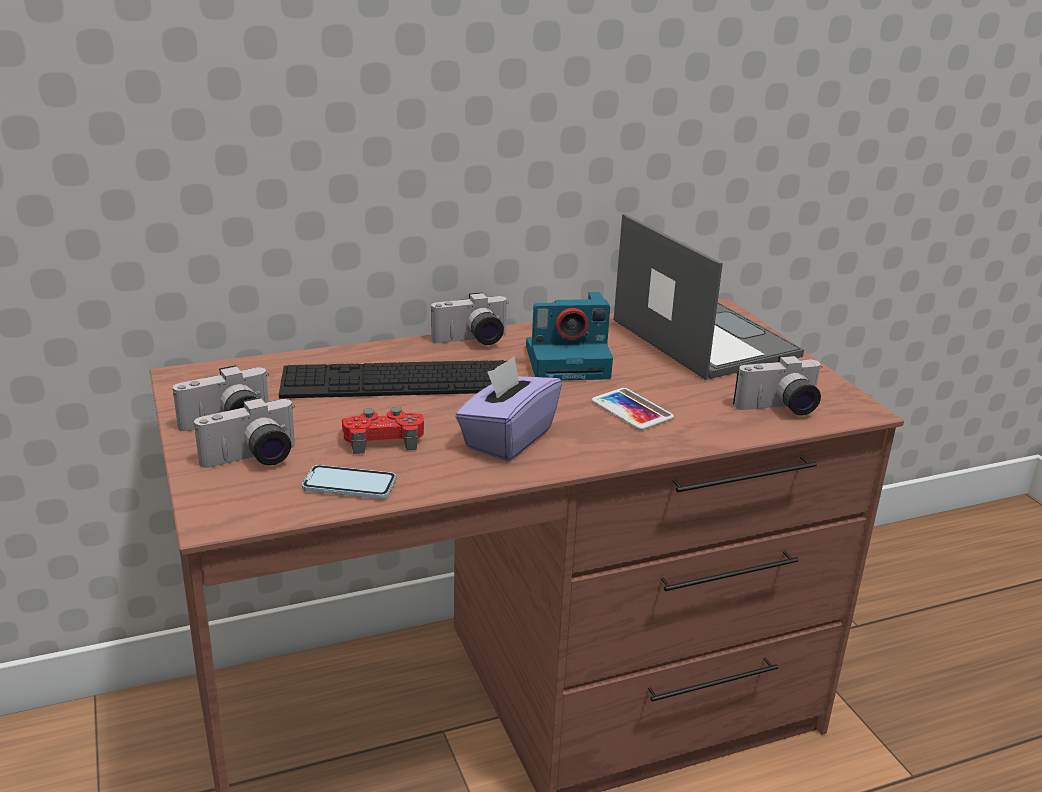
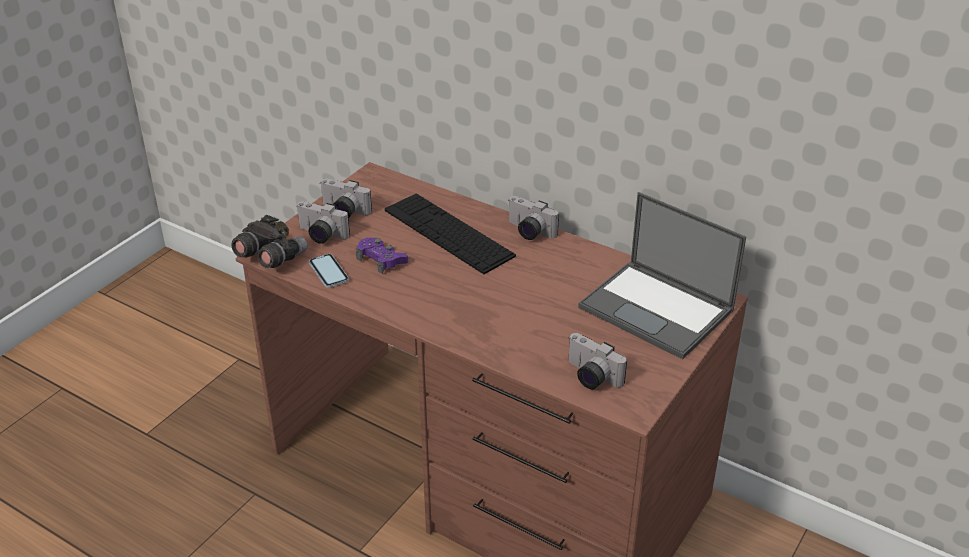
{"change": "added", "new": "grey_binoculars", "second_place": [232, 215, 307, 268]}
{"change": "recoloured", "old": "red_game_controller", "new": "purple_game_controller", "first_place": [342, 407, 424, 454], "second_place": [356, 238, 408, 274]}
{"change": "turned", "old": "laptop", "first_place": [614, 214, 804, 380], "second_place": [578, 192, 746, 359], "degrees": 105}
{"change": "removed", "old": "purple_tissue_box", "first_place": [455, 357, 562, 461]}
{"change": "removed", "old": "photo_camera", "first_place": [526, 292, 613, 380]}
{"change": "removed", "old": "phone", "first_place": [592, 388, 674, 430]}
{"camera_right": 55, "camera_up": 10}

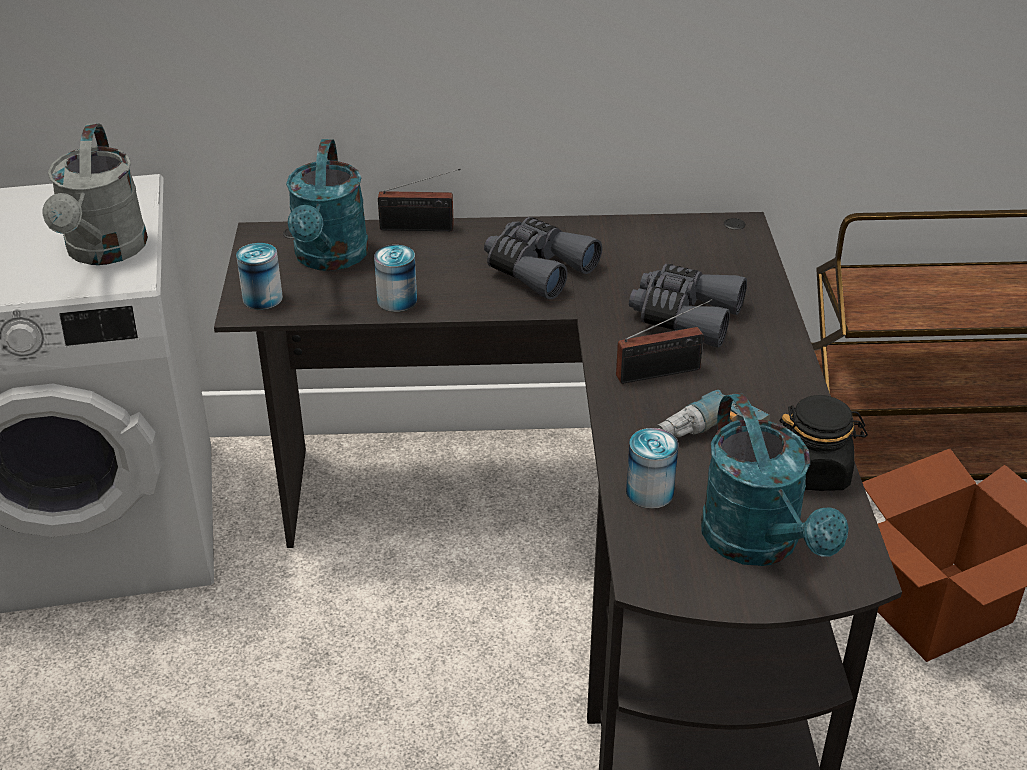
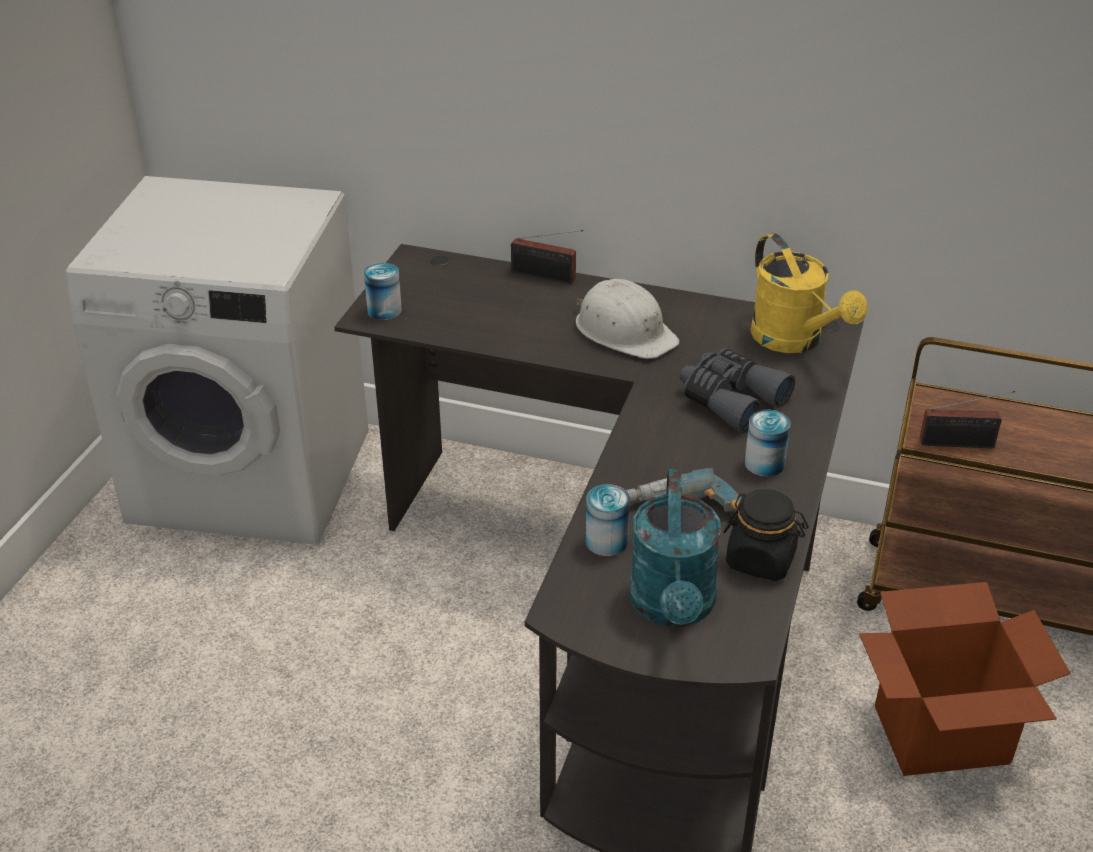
{"change": "replaced", "old": "grey_binoculars", "new": "white_hard_hat", "first_place": [484, 217, 602, 299], "second_place": [576, 279, 680, 359]}
{"change": "moved", "old": "can", "first_place": [374, 245, 417, 312], "second_place": [745, 410, 791, 477]}
{"change": "added", "new": "yellow_watering_can", "second_place": [750, 233, 868, 353]}
{"change": "moved", "old": "radio", "first_place": [616, 299, 713, 384], "second_place": [920, 391, 1015, 448]}
{"change": "removed", "old": "grey_watering_can", "first_place": [42, 124, 148, 265]}
{"change": "removed", "old": "turquoise_watering_can", "first_place": [286, 139, 369, 271]}
{"camera_right": 20, "camera_up": 0}

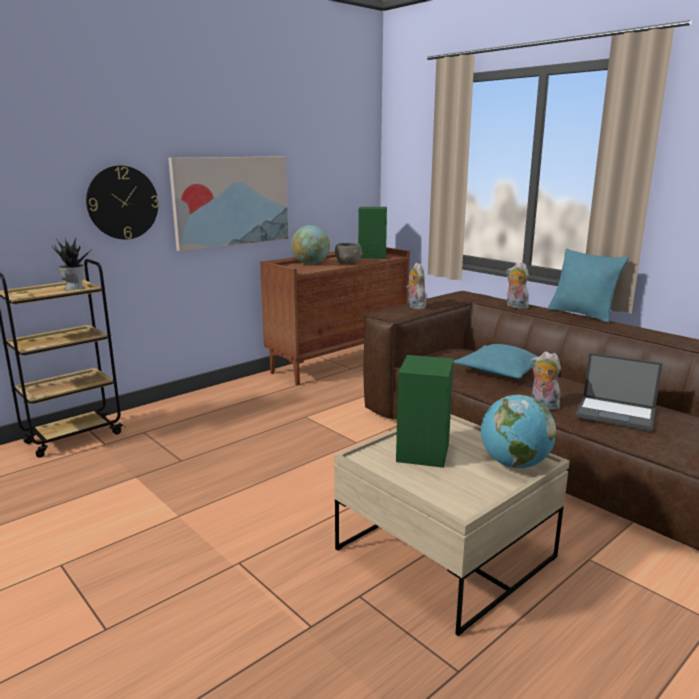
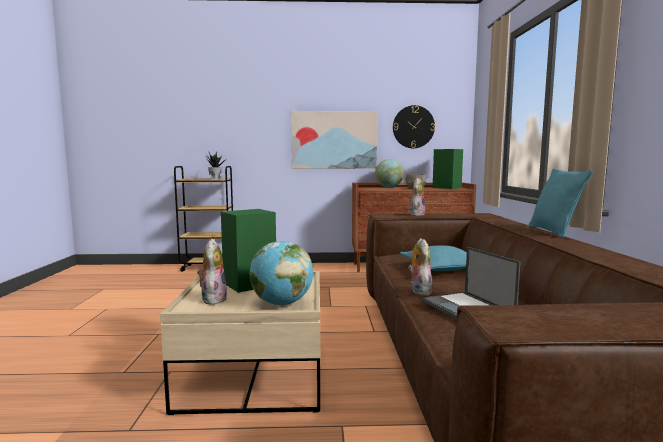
{"change": "moved", "old": "plush_toy", "first_place": [506, 263, 529, 309], "second_place": [197, 239, 227, 305]}
{"change": "moved", "old": "wall_clock", "first_place": [86, 166, 159, 240], "second_place": [393, 105, 435, 148]}
{"camera_right": 40, "camera_up": -10}

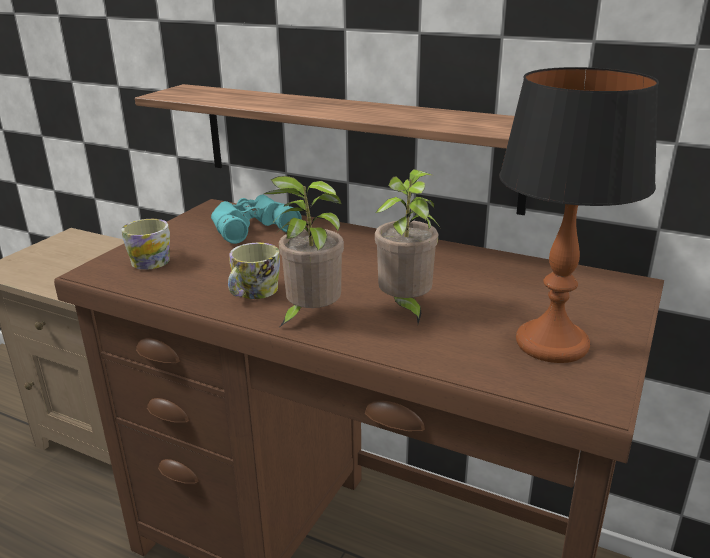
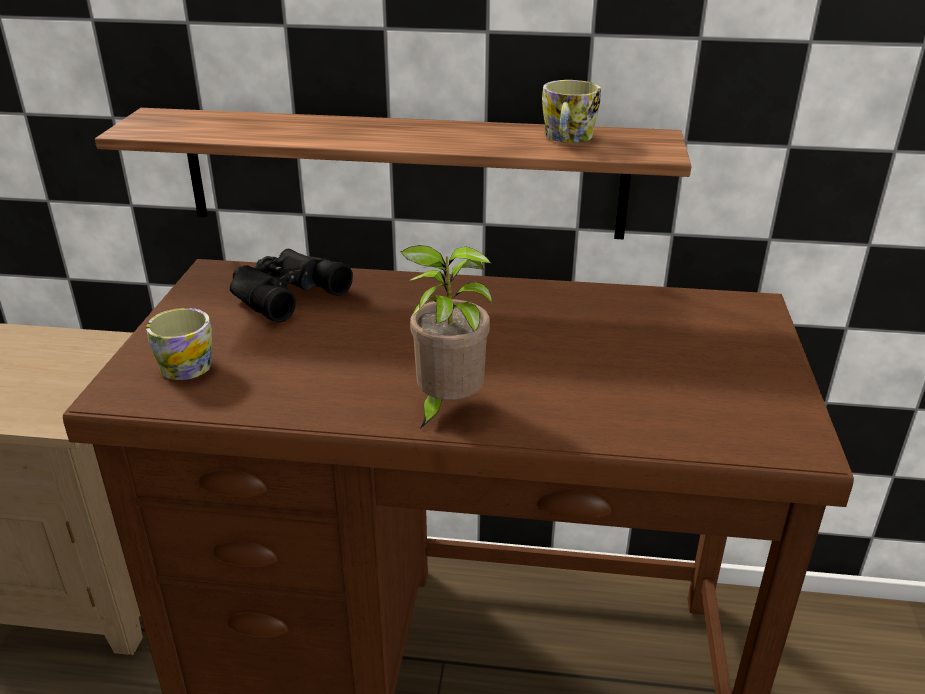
{"change": "recoloured", "old": "turquoise_binoculars", "new": "black_binoculars", "first_place": [211, 194, 302, 244], "second_place": [230, 248, 353, 323]}
{"change": "moved", "old": "mug", "first_place": [228, 243, 280, 299], "second_place": [542, 80, 601, 143]}
{"change": "removed", "old": "potted_plant", "first_place": [375, 169, 440, 324]}
{"change": "removed", "old": "table_lamp", "first_place": [499, 67, 659, 363]}
{"camera_right": -20, "camera_up": 5}

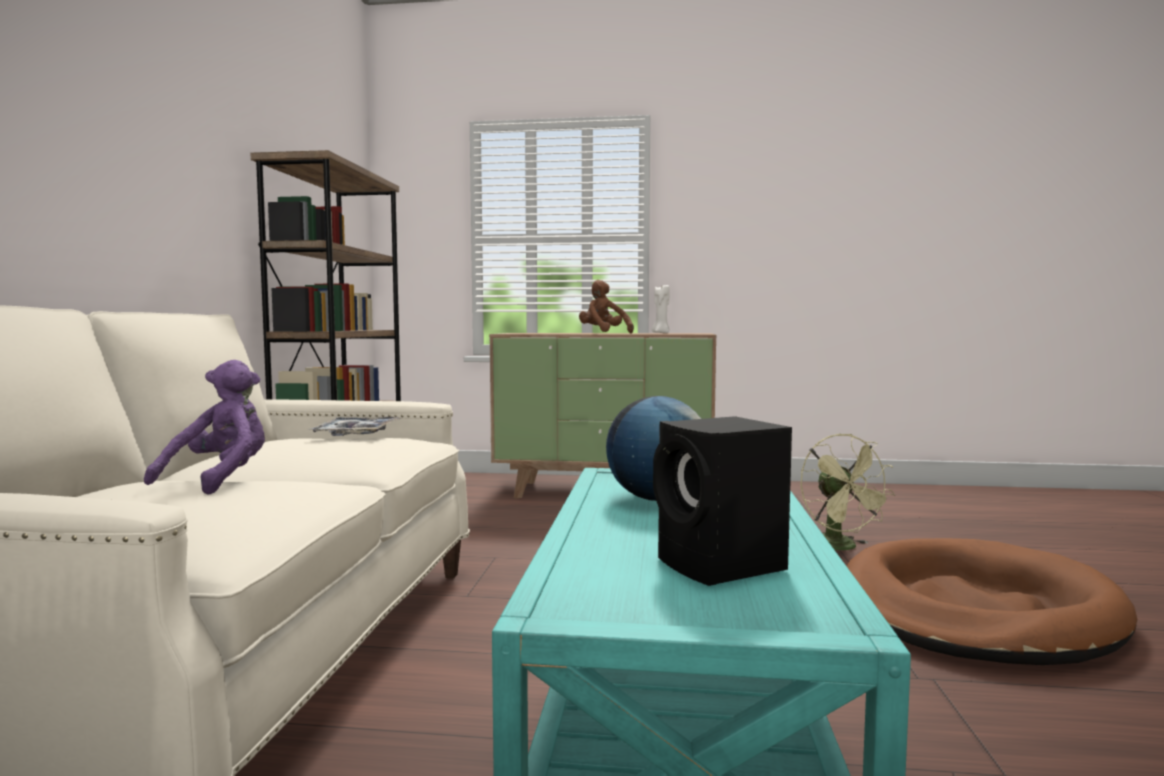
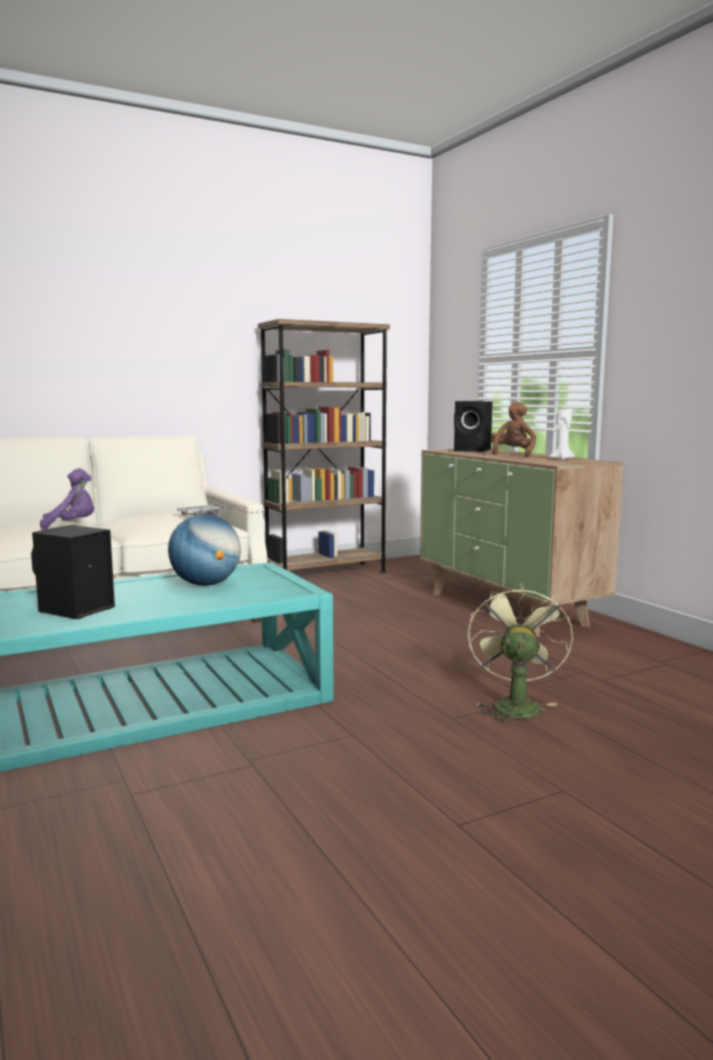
{"change": "added", "new": "black_speaker", "second_place": [454, 401, 493, 452]}
{"change": "turned", "old": "green_fan", "first_place": [800, 434, 895, 550], "second_place": [468, 583, 573, 724], "degrees": 150}
{"change": "removed", "old": "brown_dog_bed", "first_place": [847, 538, 1137, 665]}
{"camera_right": 55, "camera_up": 5}

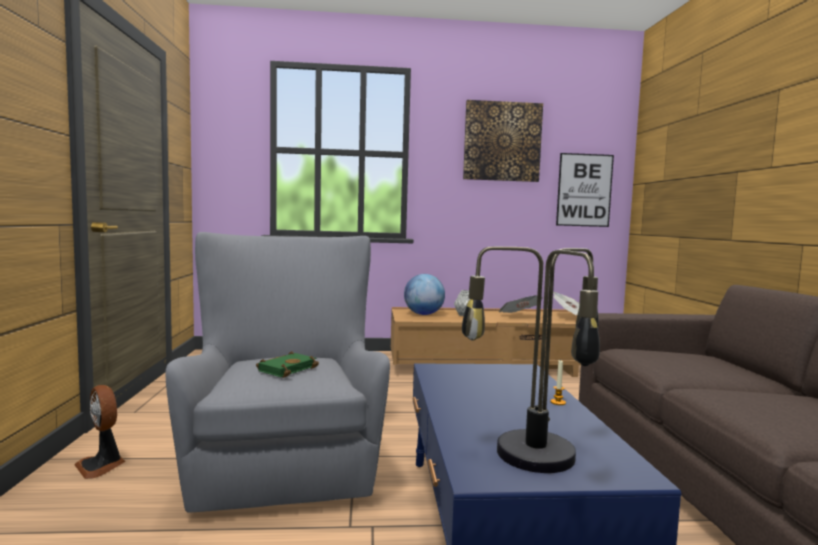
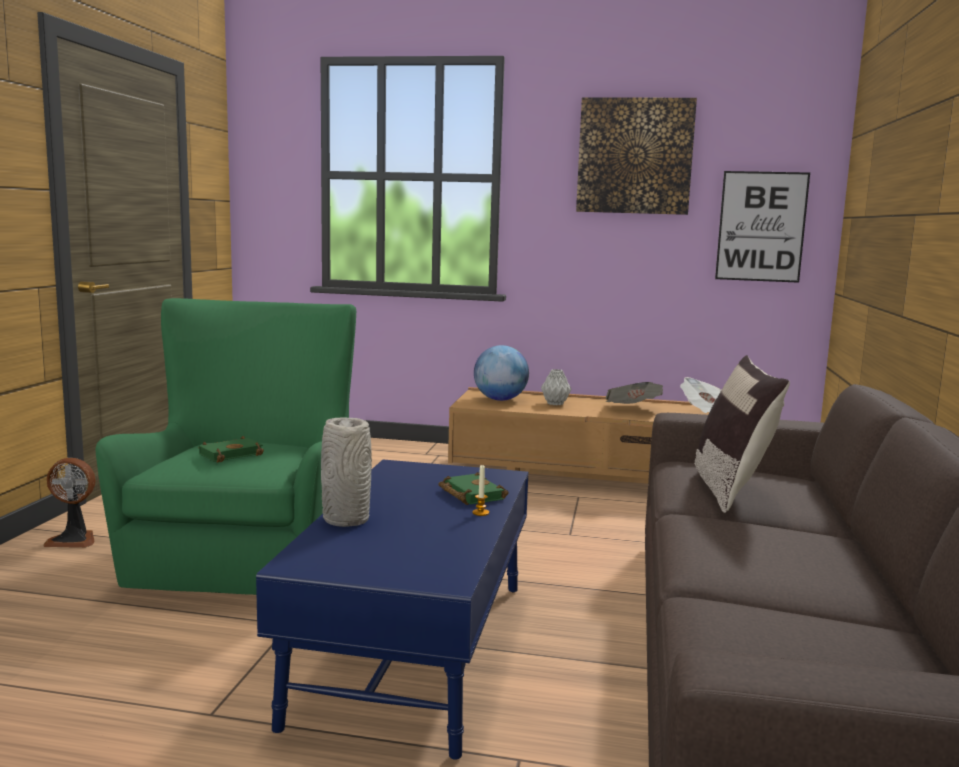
{"change": "turned", "old": "fan", "first_place": [74, 385, 126, 479], "second_place": [43, 458, 96, 548], "degrees": -60}
{"change": "recoloured", "old": "grey_armchair", "new": "green_armchair", "first_place": [166, 232, 390, 512], "second_place": [96, 298, 356, 595]}
{"change": "added", "new": "grey_vase", "second_place": [321, 417, 372, 527]}
{"change": "added", "new": "green_book", "second_place": [438, 472, 509, 505]}
{"change": "added", "new": "pillow", "second_place": [694, 355, 790, 513]}
{"change": "removed", "old": "table_lamp", "first_place": [462, 247, 600, 473]}
{"camera_right": 15, "camera_up": 5}

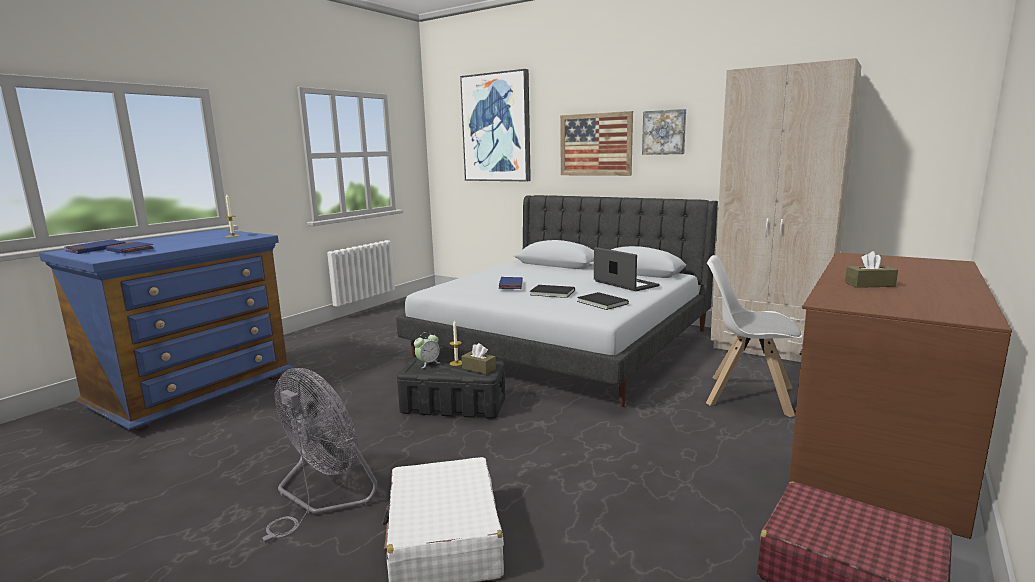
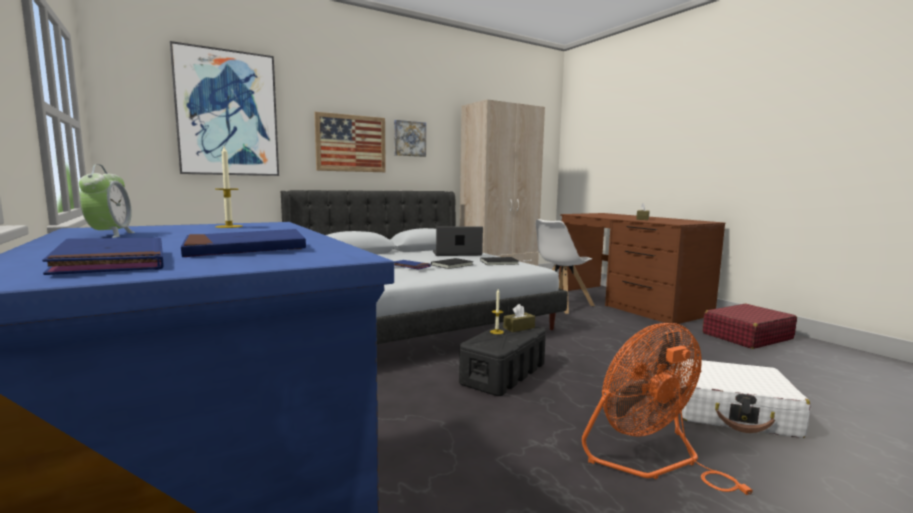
{"change": "moved", "old": "alarm_clock", "first_place": [414, 332, 441, 368], "second_place": [79, 164, 135, 238]}
{"change": "recoloured", "old": "grey_fan", "new": "orange_fan", "first_place": [260, 368, 377, 544], "second_place": [582, 323, 753, 495]}
{"camera_right": -65, "camera_up": -5}

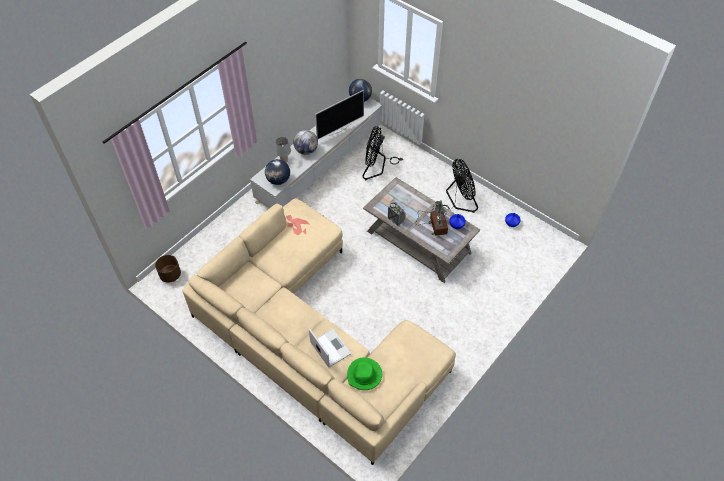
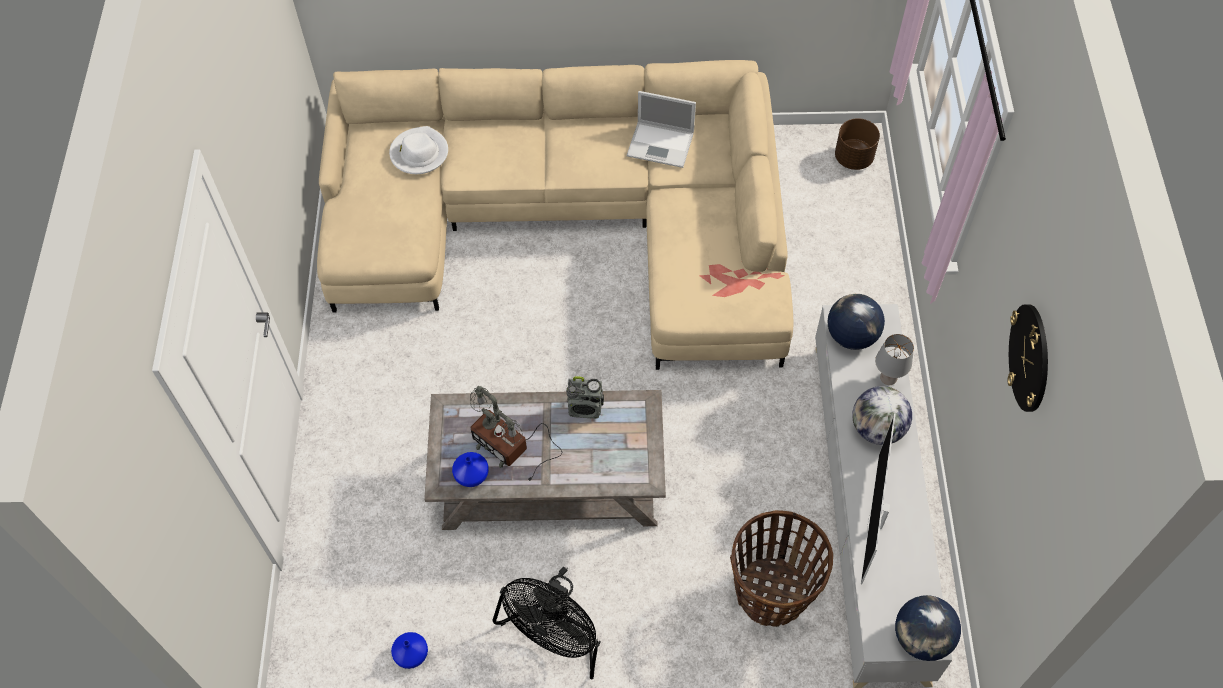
{"change": "recoloured", "old": "green_hat", "new": "white_hat", "first_place": [347, 357, 382, 390], "second_place": [389, 126, 448, 174]}
{"change": "moved", "old": "laptop", "first_place": [309, 329, 352, 367], "second_place": [627, 91, 696, 168]}
{"change": "replaced", "old": "black_fan", "new": "basket", "first_place": [363, 126, 403, 181], "second_place": [730, 510, 833, 627]}
{"change": "added", "new": "wall_clock", "second_place": [1008, 304, 1048, 412]}
{"camera_right": 140, "camera_up": 5}

